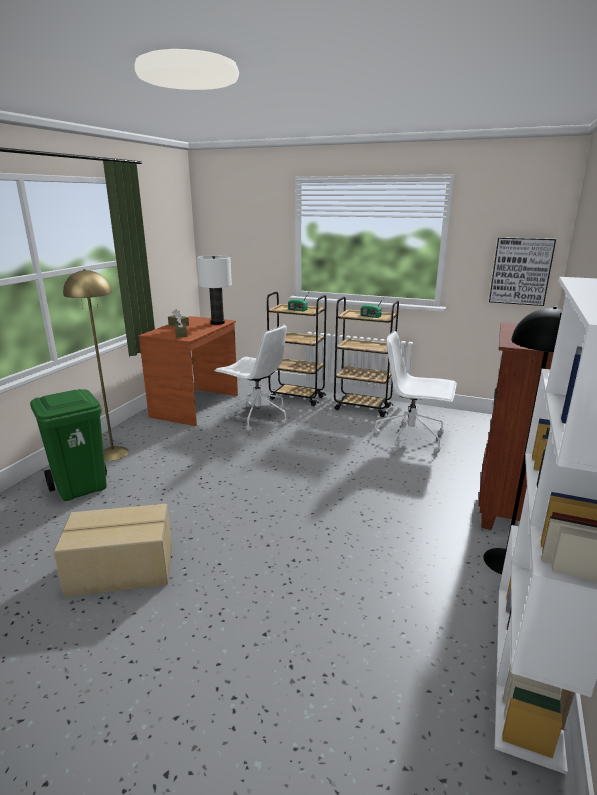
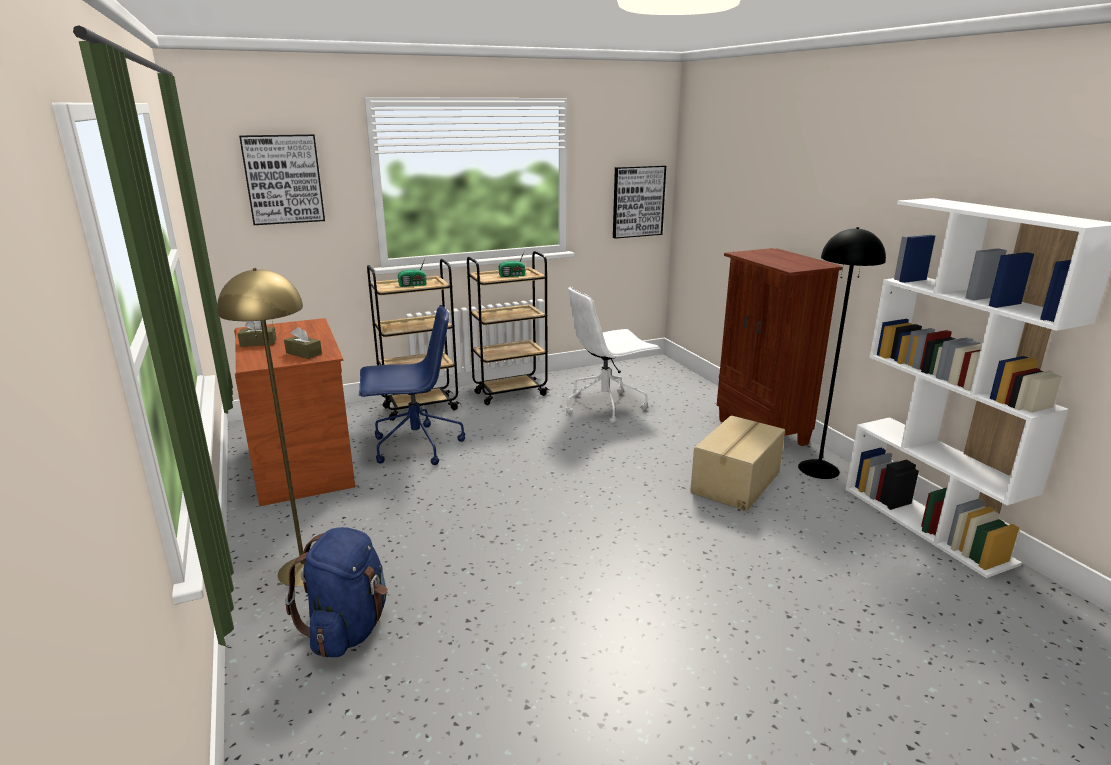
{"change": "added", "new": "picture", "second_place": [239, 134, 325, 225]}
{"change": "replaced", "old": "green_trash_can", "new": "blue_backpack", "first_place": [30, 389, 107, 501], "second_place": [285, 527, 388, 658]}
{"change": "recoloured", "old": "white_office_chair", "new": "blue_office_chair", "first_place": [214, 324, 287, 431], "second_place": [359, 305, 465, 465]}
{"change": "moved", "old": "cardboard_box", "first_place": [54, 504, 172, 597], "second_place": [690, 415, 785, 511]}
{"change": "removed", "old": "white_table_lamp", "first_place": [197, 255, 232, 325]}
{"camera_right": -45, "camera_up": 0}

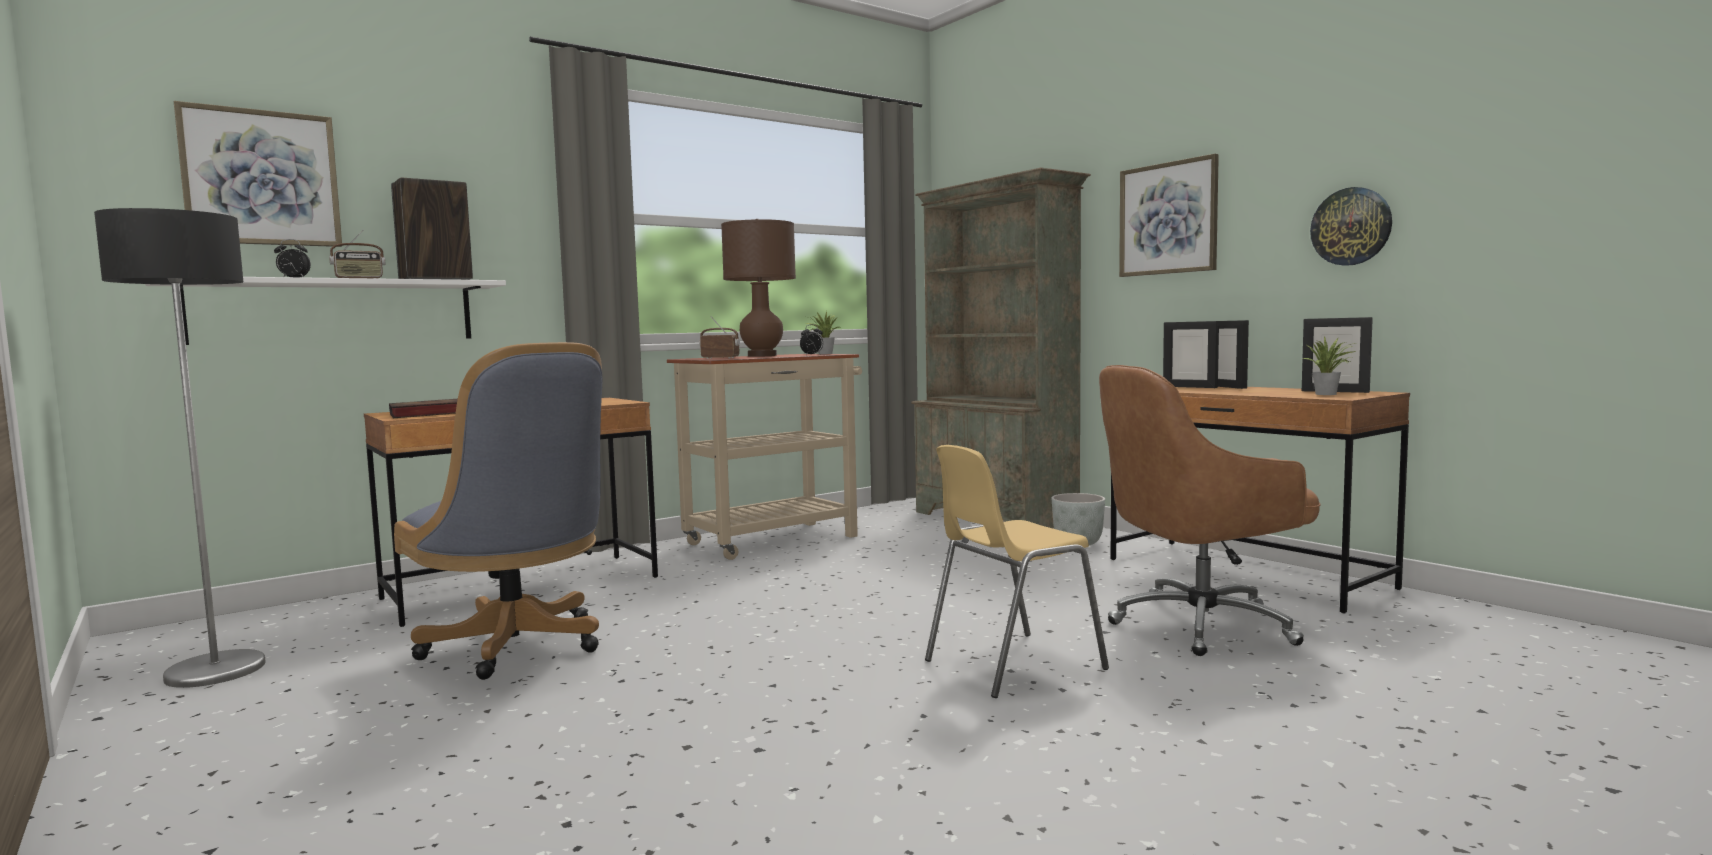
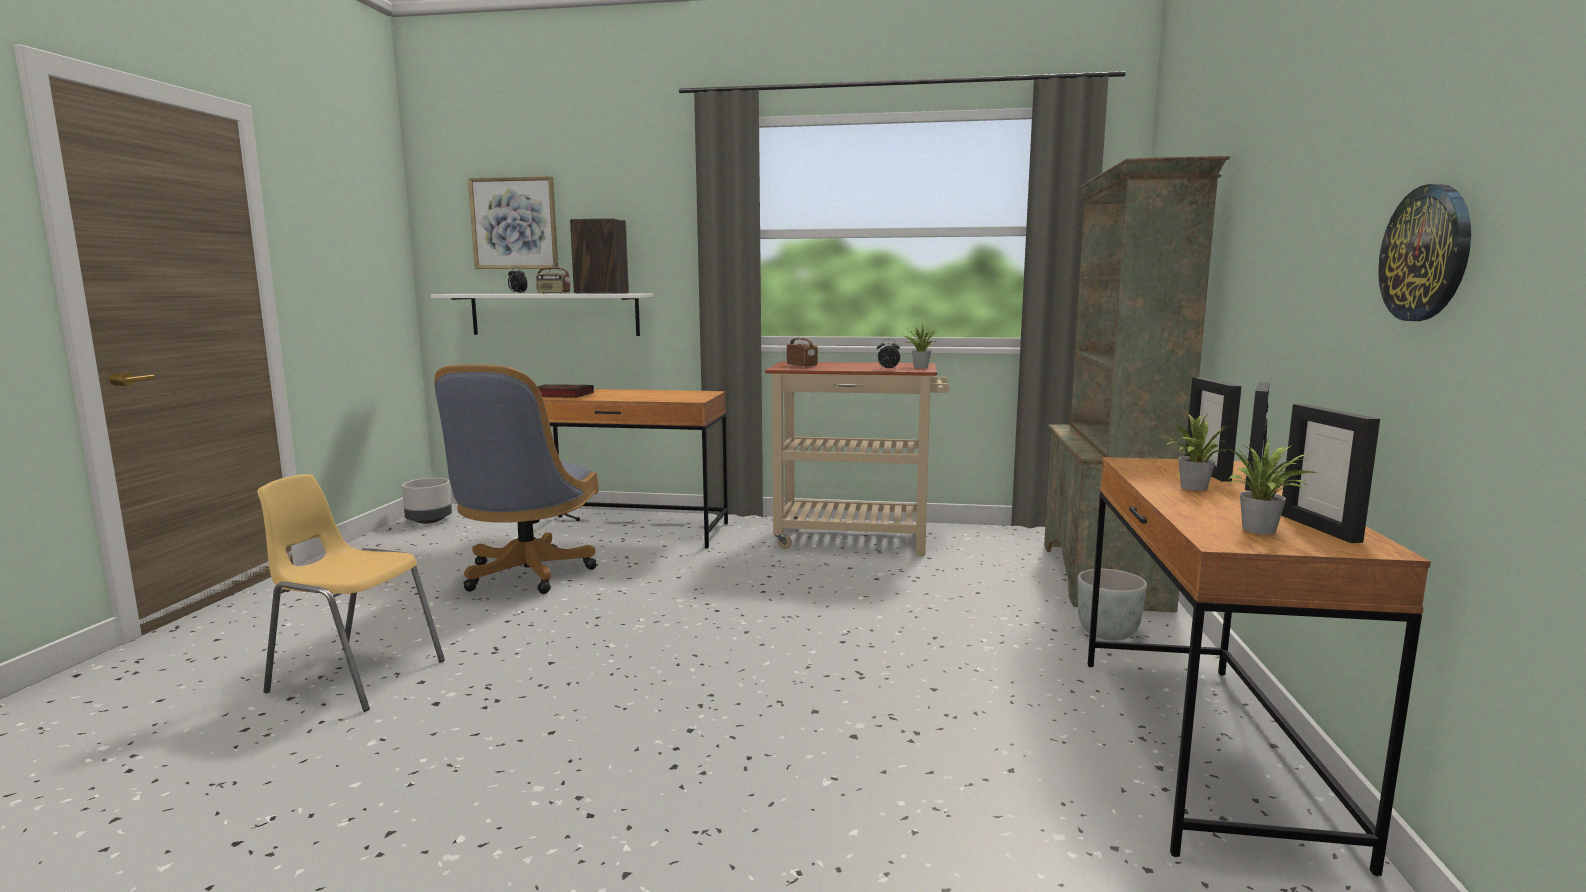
{"change": "moved", "old": "yellow_chair", "first_place": [925, 445, 1109, 698], "second_place": [258, 474, 445, 712]}
{"change": "added", "new": "grey_planter", "second_place": [402, 478, 452, 524]}
{"change": "added", "new": "potted_plant", "second_place": [1165, 414, 1231, 491]}
{"change": "removed", "old": "floor_lamp", "first_place": [94, 208, 266, 688]}
{"change": "removed", "old": "brown_table_lamp", "first_place": [721, 219, 796, 357]}
{"change": "removed", "old": "brown_office_chair", "first_place": [1099, 365, 1321, 656]}
{"change": "removed", "old": "picture", "first_place": [1119, 154, 1219, 277]}
{"camera_right": 45, "camera_up": 5}

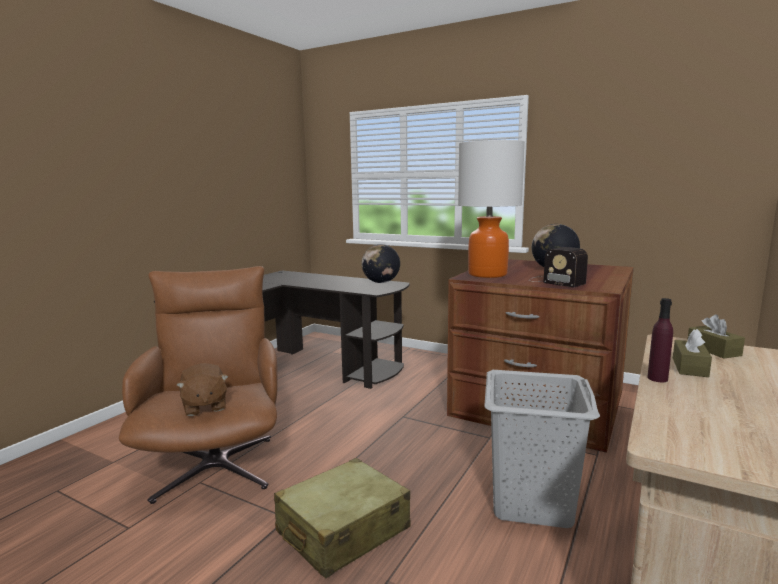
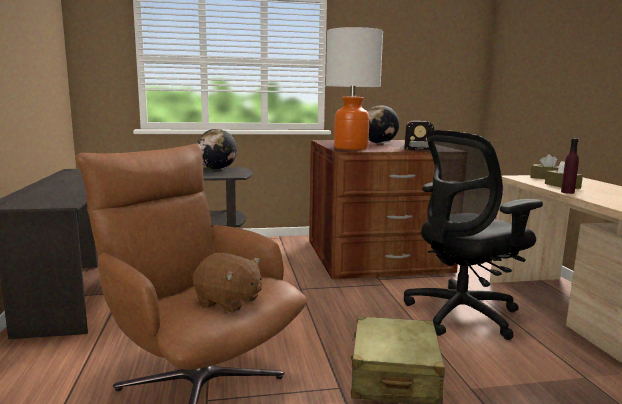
{"change": "replaced", "old": "grey_laundry_basket", "new": "black_office_chair", "first_place": [484, 370, 600, 528], "second_place": [404, 130, 543, 340]}
{"camera_right": -40, "camera_up": 0}

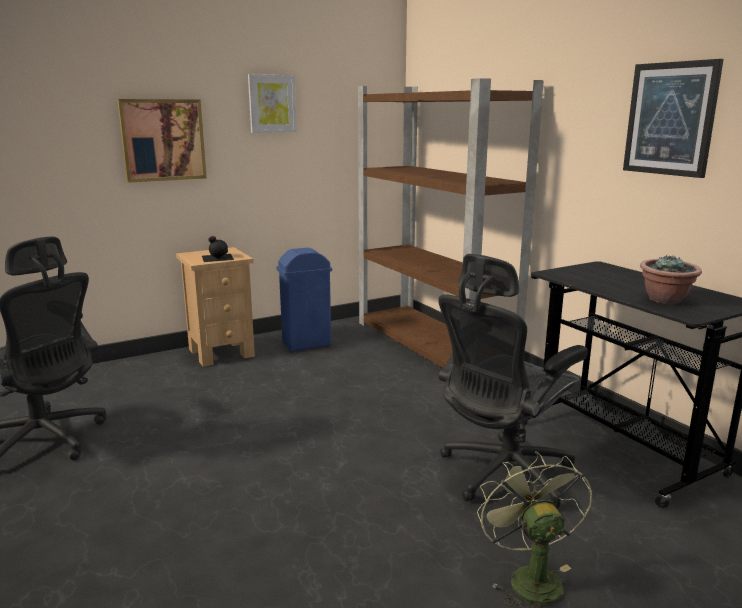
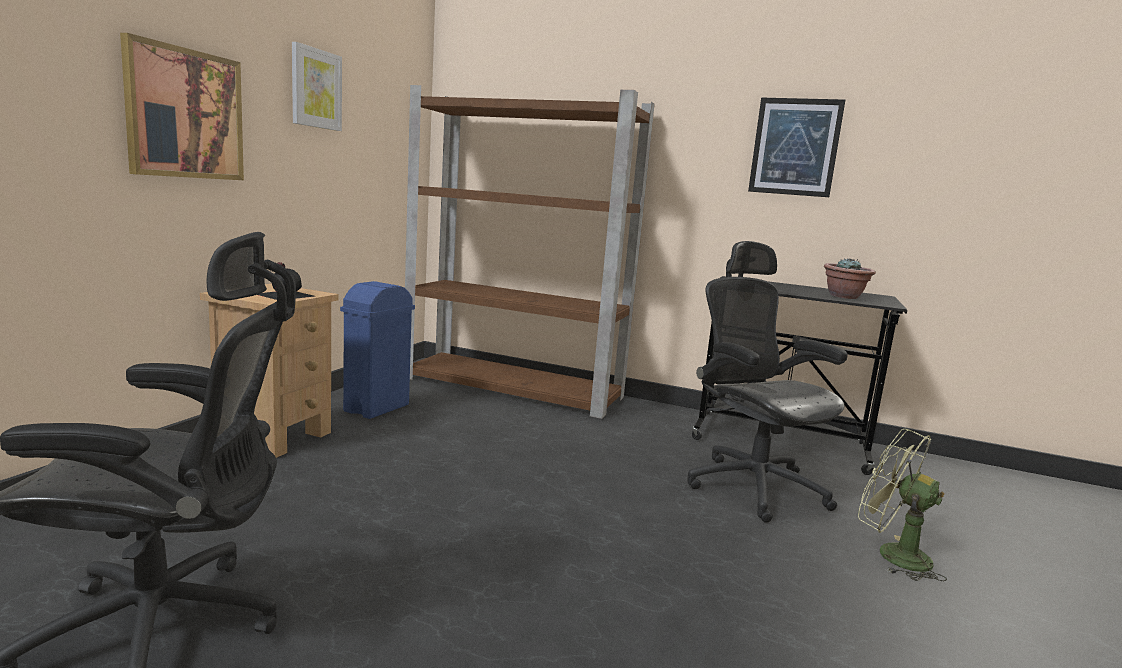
{"change": "turned", "old": "office_chair", "first_place": [438, 254, 588, 508], "second_place": [687, 241, 848, 523], "degrees": 150}
{"camera_right": -40, "camera_up": -5}

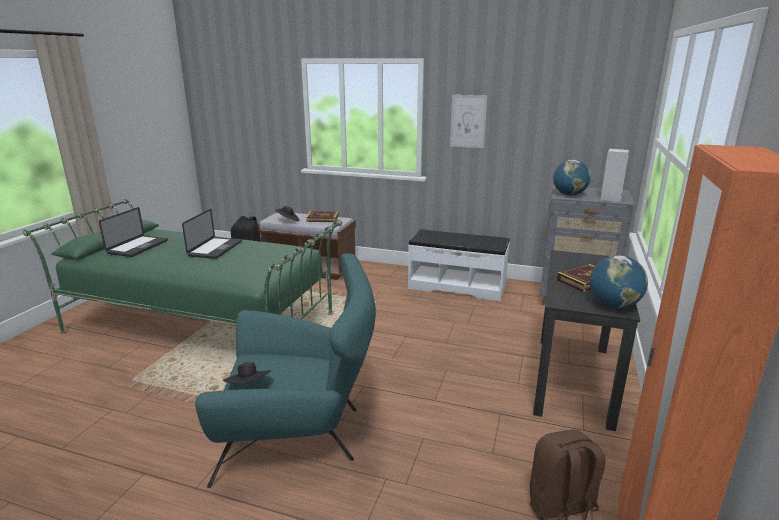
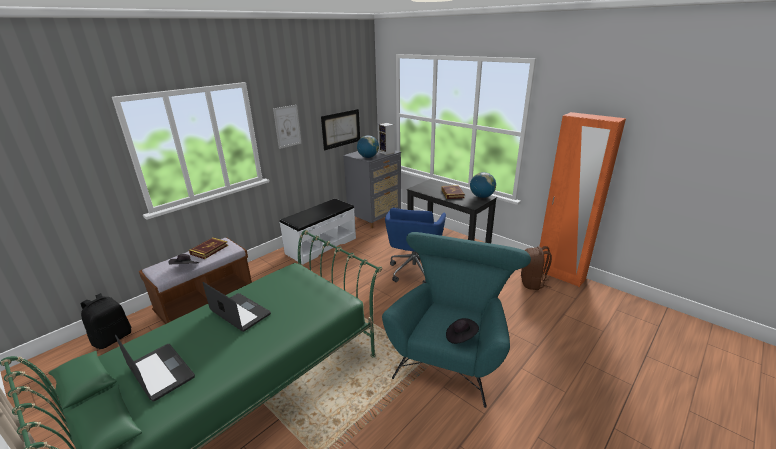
{"change": "added", "new": "picture", "second_place": [321, 109, 360, 150]}
{"change": "added", "new": "blue_office_chair", "second_place": [385, 207, 446, 283]}
{"camera_right": -65, "camera_up": 5}

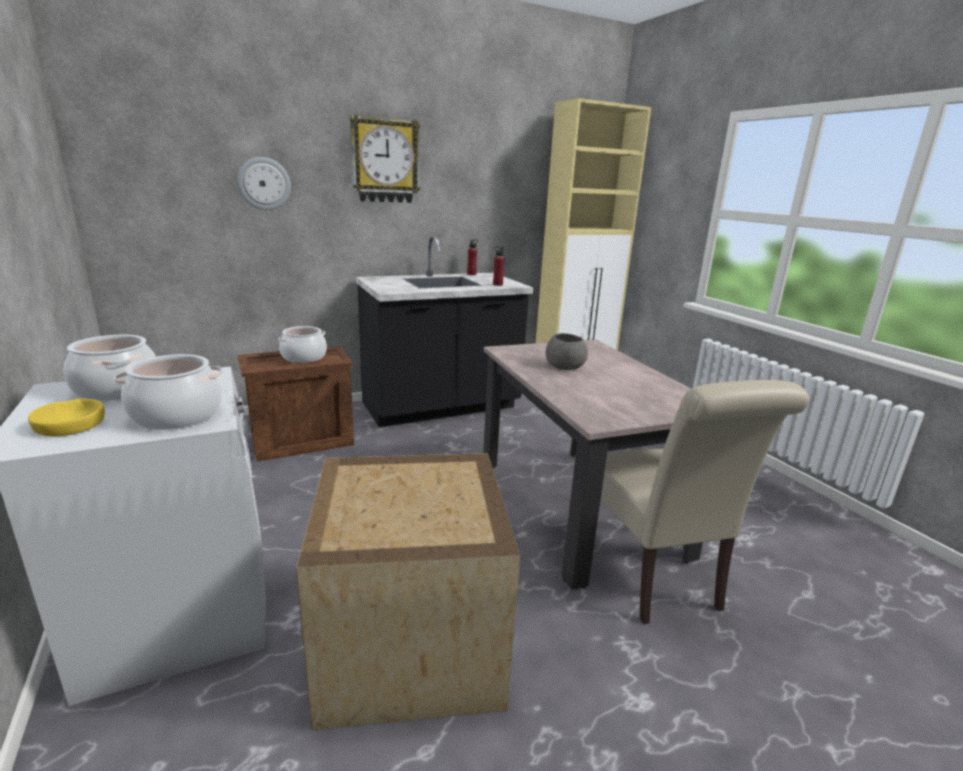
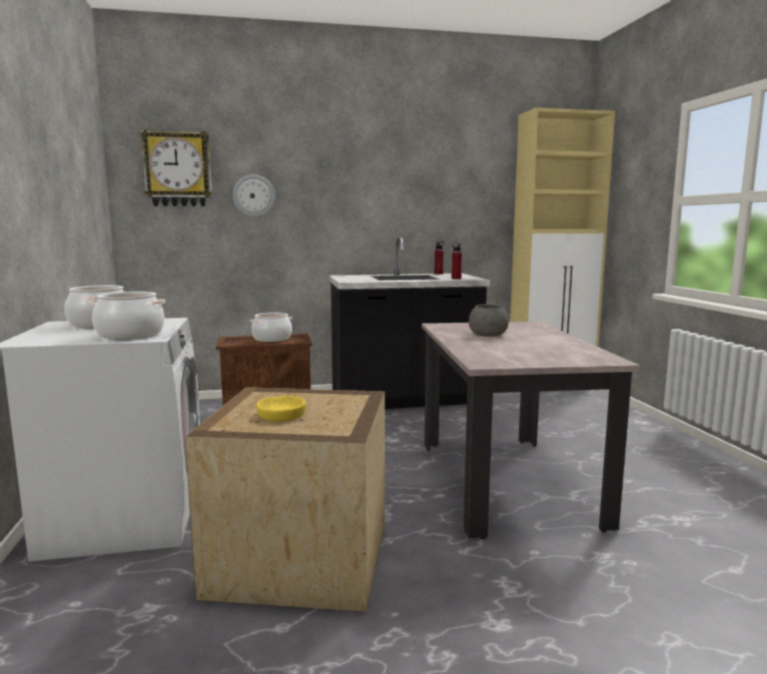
{"change": "moved", "old": "wall_clock", "first_place": [350, 115, 420, 203], "second_place": [140, 130, 212, 206]}
{"change": "moved", "old": "yellow_bowl", "first_place": [28, 398, 105, 436], "second_place": [256, 395, 306, 421]}
{"change": "removed", "old": "beige_chair", "first_place": [601, 380, 809, 624]}
{"camera_right": 15, "camera_up": -10}

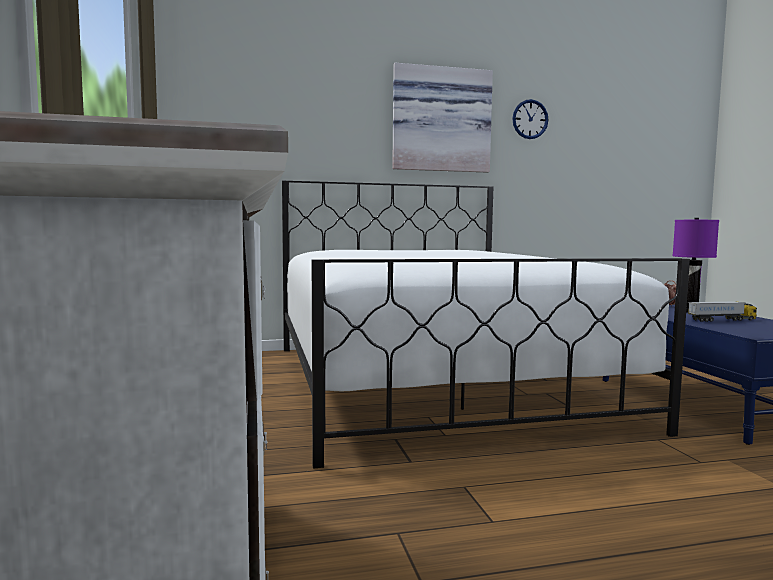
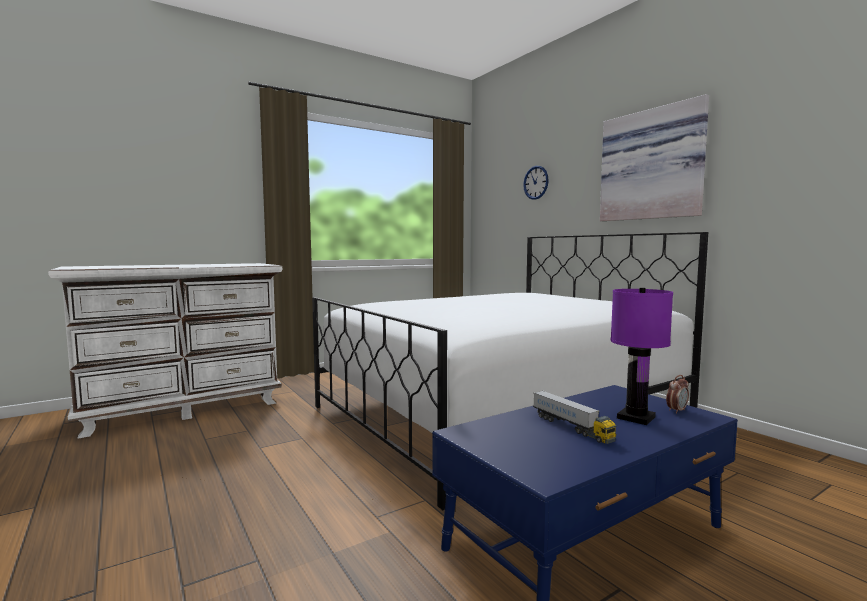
{"change": "moved", "old": "wall_clock", "first_place": [512, 99, 548, 139], "second_place": [523, 166, 549, 200]}
{"camera_right": 70, "camera_up": 0}

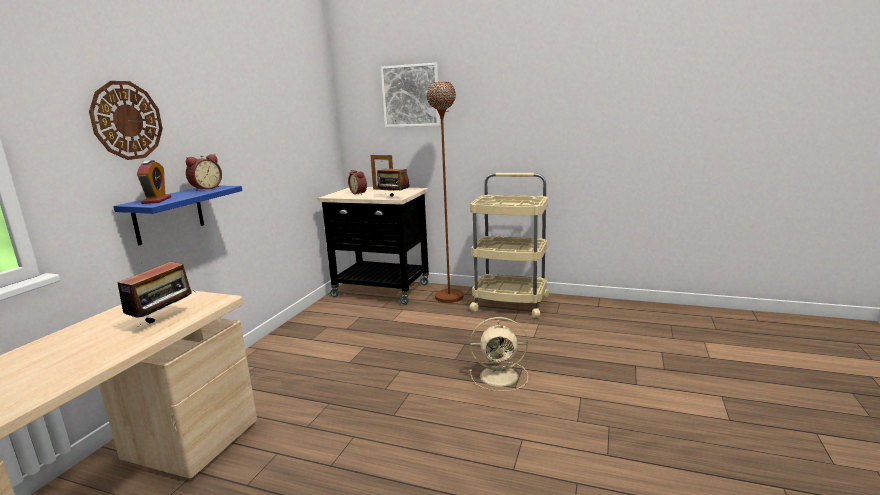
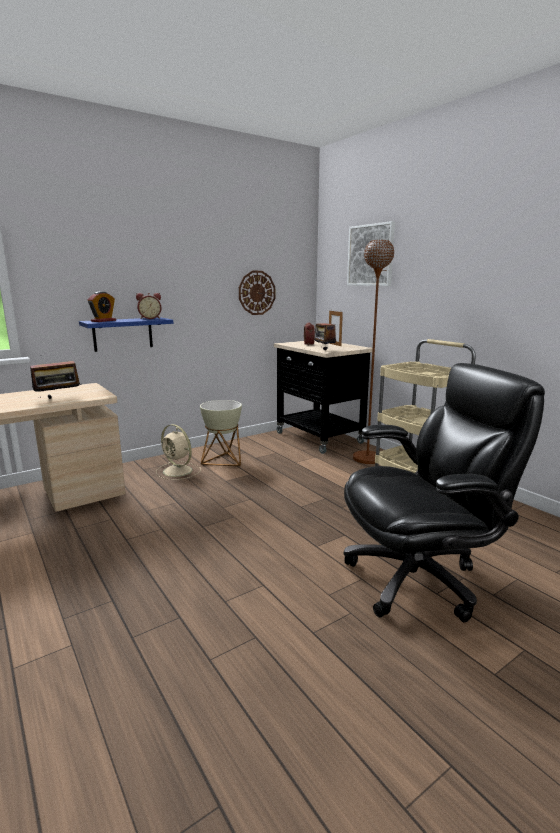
{"change": "moved", "old": "beige_fan", "first_place": [469, 317, 528, 391], "second_place": [156, 424, 201, 480]}
{"change": "added", "new": "planter", "second_place": [200, 400, 242, 466]}
{"change": "moved", "old": "wall_clock", "first_place": [89, 81, 163, 160], "second_place": [239, 271, 275, 315]}
{"change": "added", "new": "black_office_chair", "second_place": [343, 363, 545, 622]}
{"camera_right": 35, "camera_up": 0}

